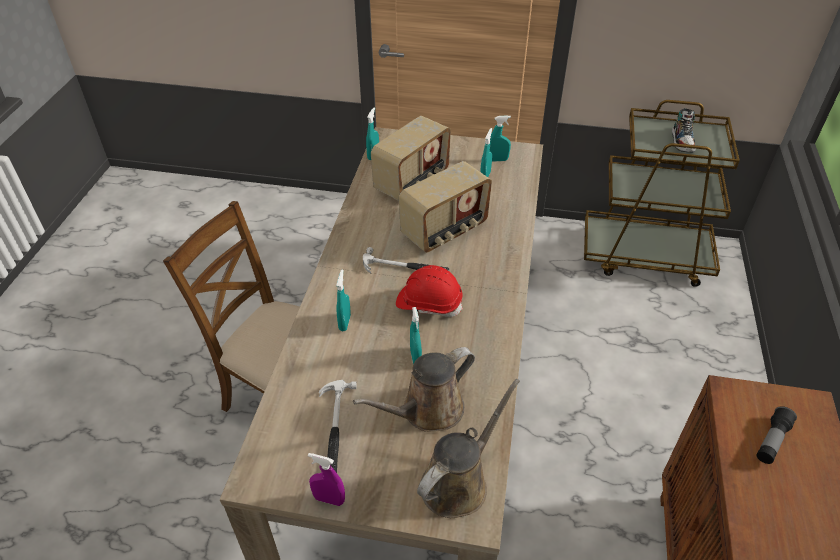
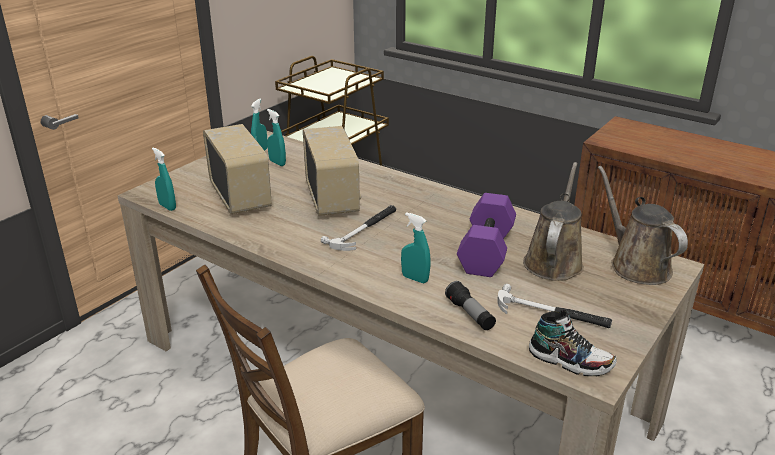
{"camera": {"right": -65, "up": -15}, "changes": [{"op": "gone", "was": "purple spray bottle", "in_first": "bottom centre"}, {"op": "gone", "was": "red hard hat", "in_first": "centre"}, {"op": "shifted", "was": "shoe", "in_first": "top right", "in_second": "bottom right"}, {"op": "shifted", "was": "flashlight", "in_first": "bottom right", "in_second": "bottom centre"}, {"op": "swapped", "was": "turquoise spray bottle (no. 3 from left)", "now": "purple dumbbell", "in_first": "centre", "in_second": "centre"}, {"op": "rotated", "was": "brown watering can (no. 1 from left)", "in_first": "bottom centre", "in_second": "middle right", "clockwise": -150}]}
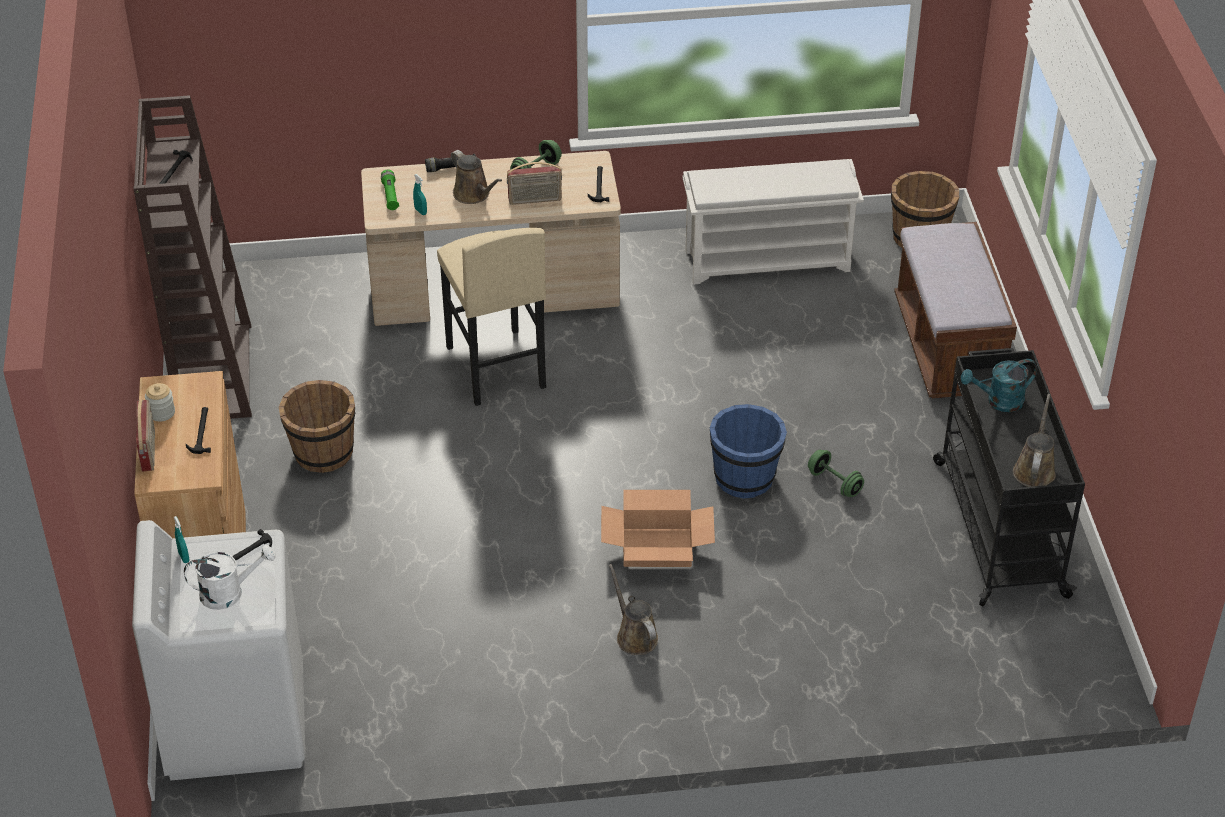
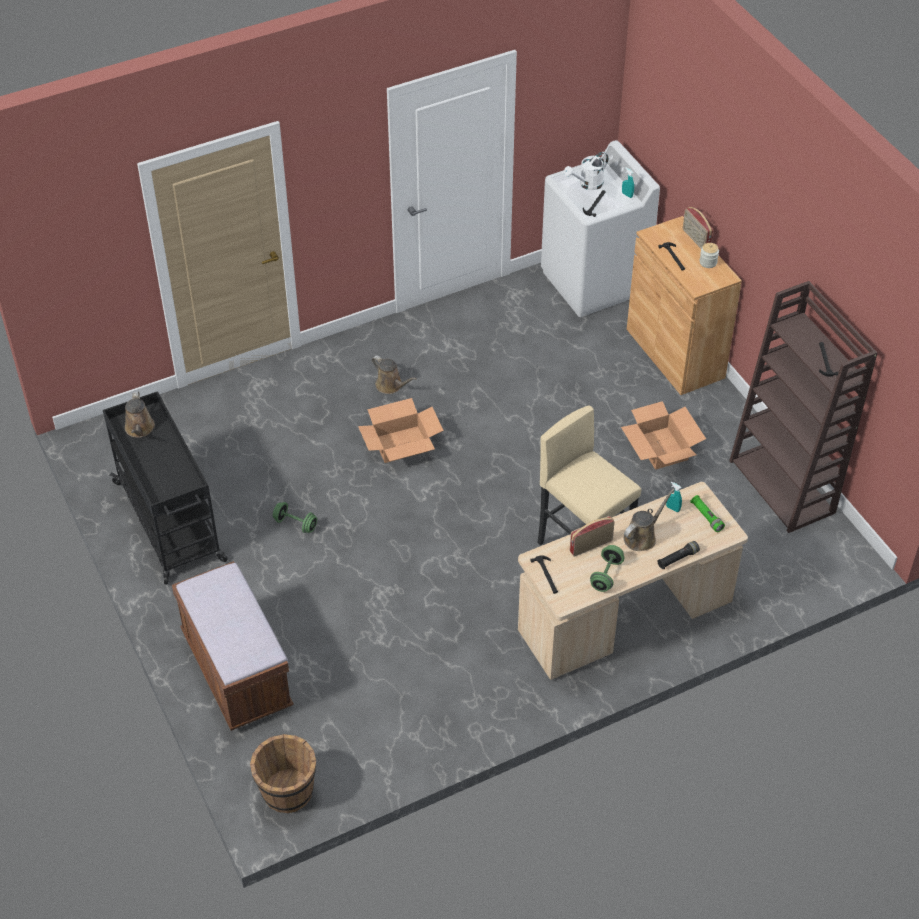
{"camera": {"right": 160, "up": 5}, "changes": [{"op": "gone", "was": "white shoe rack", "in_first": "top centre"}, {"op": "gone", "was": "blue bucket", "in_first": "centre"}, {"op": "gone", "was": "turquoise watering can", "in_first": "middle right"}, {"op": "swapped", "was": "brown bucket (no. 1 from left)", "now": "cardboard box (no. 2 from left)", "in_first": "middle left", "in_second": "middle right"}, {"op": "rotated", "was": "brown watering can (no. 1 from left in the first image)", "in_first": "top centre", "in_second": "middle right", "clockwise": 105}]}
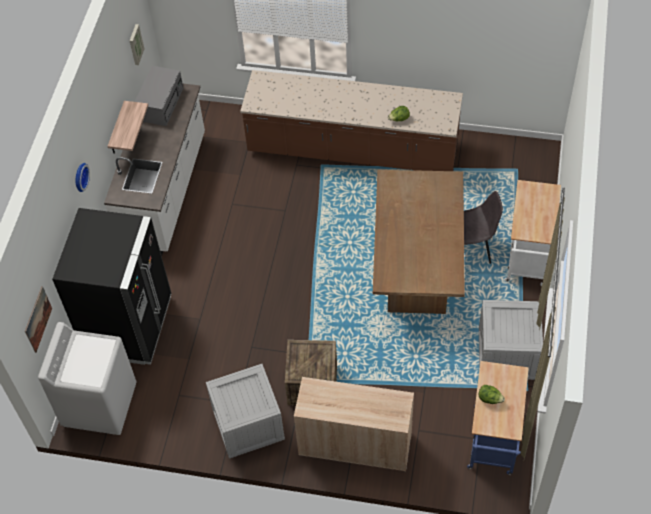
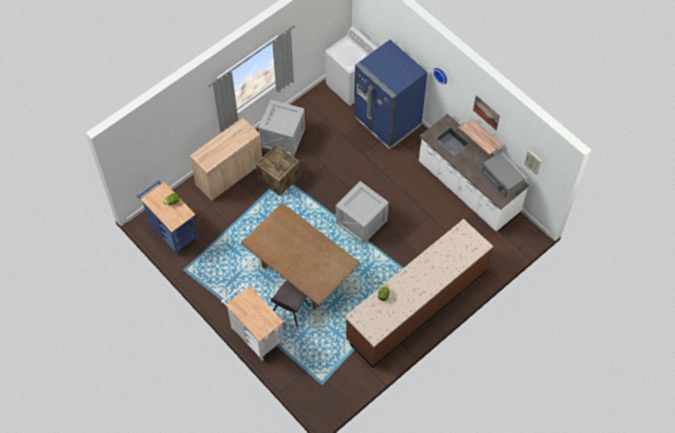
{"camera": {"right": 125, "up": 5}, "changes": [{"op": "shifted", "was": "picture (no. 1 from left)", "in_first": "middle left", "in_second": "top right"}, {"op": "shifted", "was": "crate (no. 3 from left)", "in_first": "middle right", "in_second": "centre"}, {"op": "repainted", "was": "black fridge", "now": "blue fridge", "in_first": "middle left", "in_second": "top centre"}]}
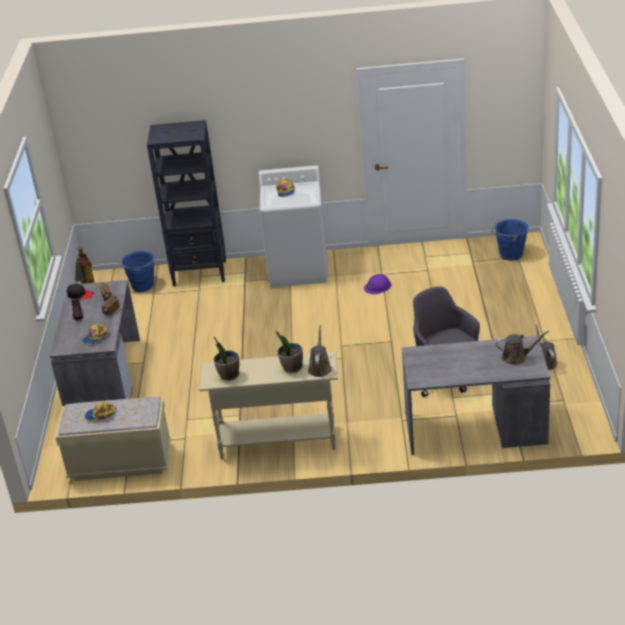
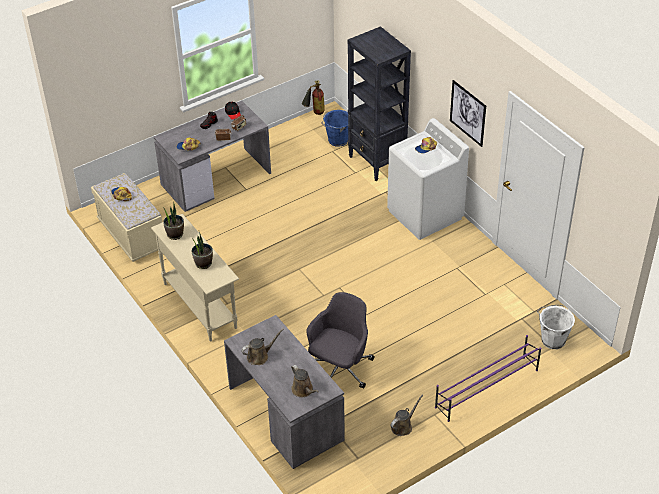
{"camera": {"right": 55, "up": 10}, "changes": [{"op": "gone", "was": "purple hard hat", "in_first": "centre"}, {"op": "new", "now": "purple shoe rack", "in_second": "bottom right"}, {"op": "new", "now": "picture", "in_second": "top right"}, {"op": "shifted", "was": "brown watering can (no. 1 from left)", "in_first": "centre", "in_second": "bottom centre"}, {"op": "repainted", "was": "blue bucket (no. 2 from left)", "now": "white bucket", "in_first": "middle right", "in_second": "middle right"}]}
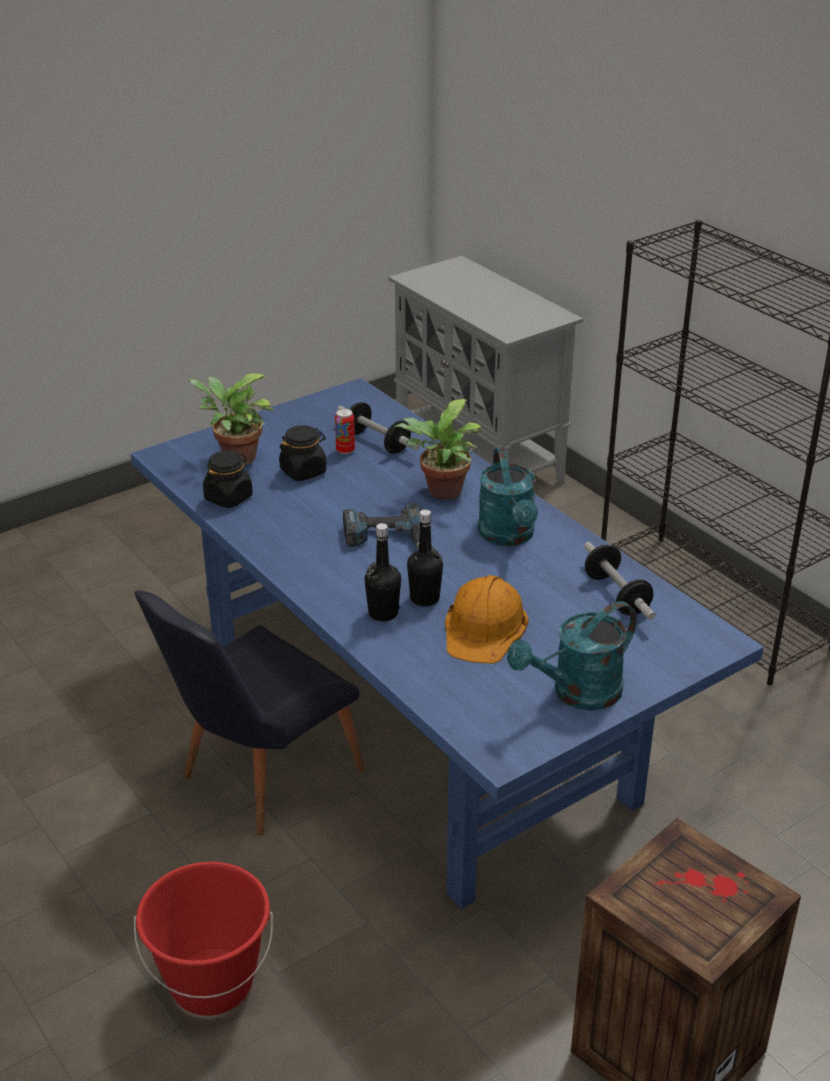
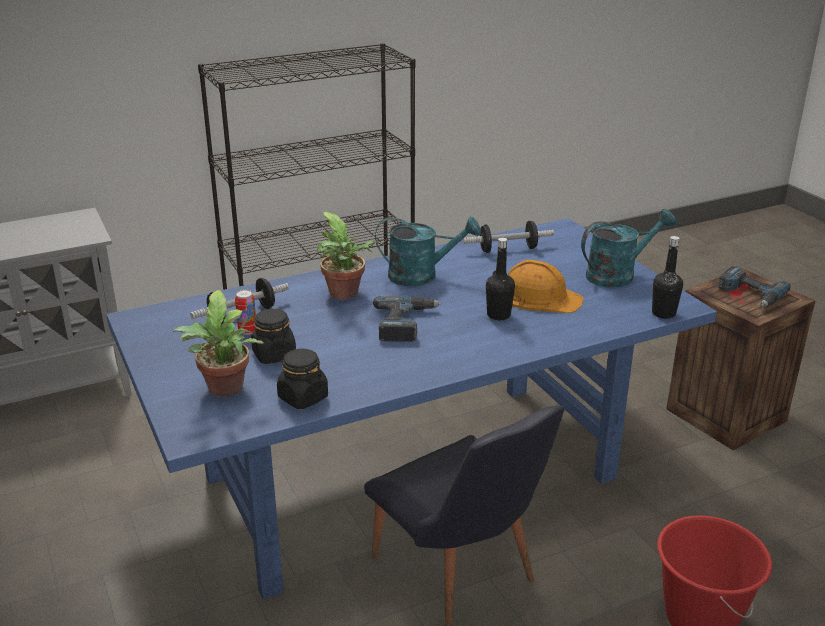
{"camera": {"right": -80, "up": -5}, "changes": [{"op": "new", "now": "power drill (no. 2 from left)", "in_second": "middle right"}, {"op": "shifted", "was": "black bottle (no. 1 from left in the first image)", "now": "black bottle (no. 2 from left)", "in_first": "centre", "in_second": "middle right"}, {"op": "rotated", "was": "turquoise watering can (no. 2 from left)", "in_first": "middle right", "in_second": "middle right", "clockwise": -90}]}
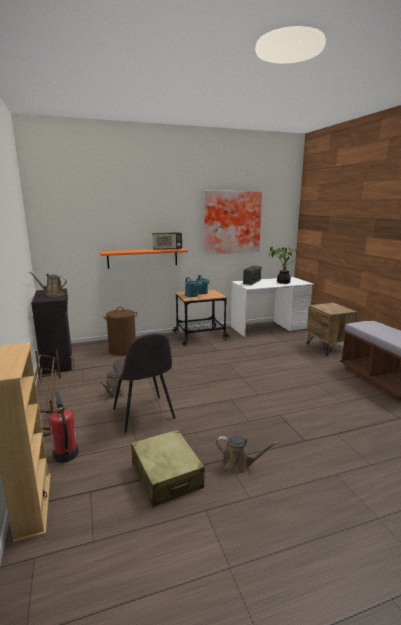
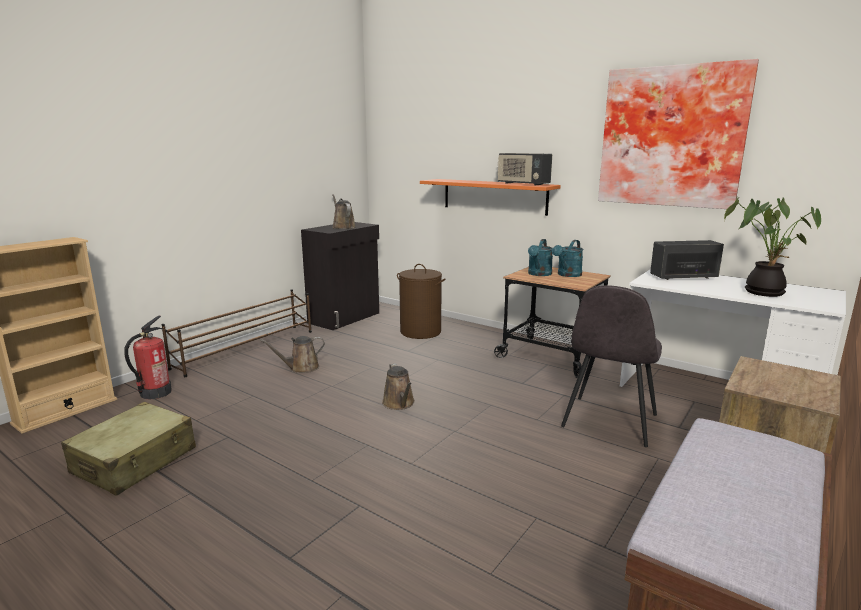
{"camera": {"right": 55, "up": 0}, "changes": [{"op": "shifted", "was": "grey chair", "in_first": "centre", "in_second": "middle right"}, {"op": "shifted", "was": "brown watering can (no. 3 from left)", "in_first": "bottom centre", "in_second": "centre"}]}
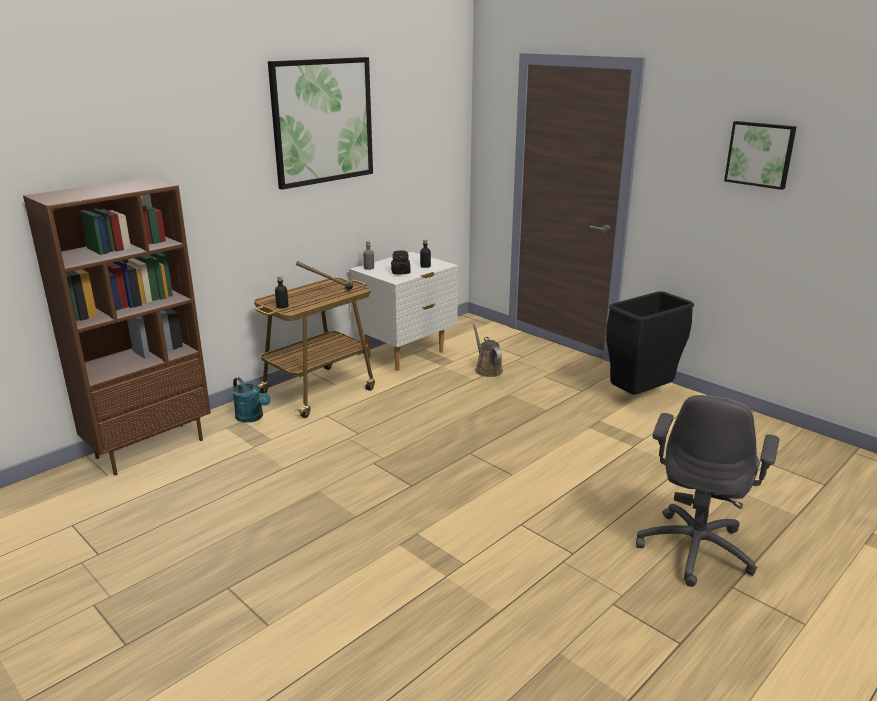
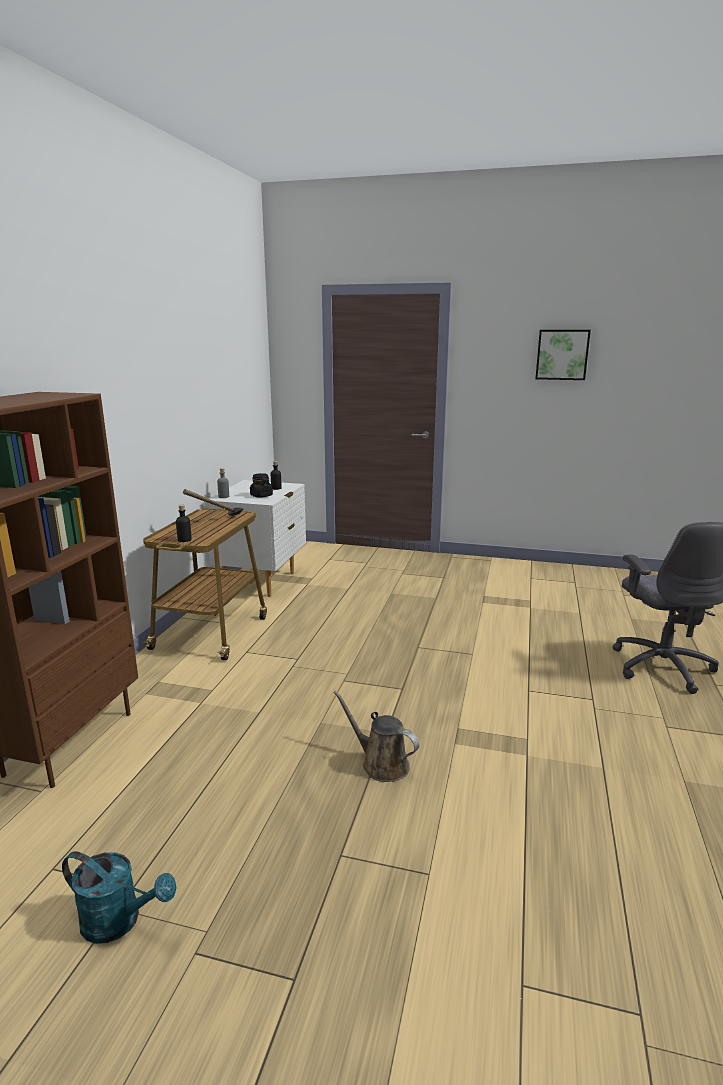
{"camera": {"right": -30, "up": -5}, "changes": [{"op": "gone", "was": "picture (no. 1 from left)", "in_first": "top centre"}, {"op": "gone", "was": "black trash can", "in_first": "middle right"}, {"op": "shifted", "was": "turquoise watering can", "in_first": "middle left", "in_second": "bottom left"}, {"op": "shifted", "was": "brown watering can", "in_first": "centre", "in_second": "bottom centre"}]}
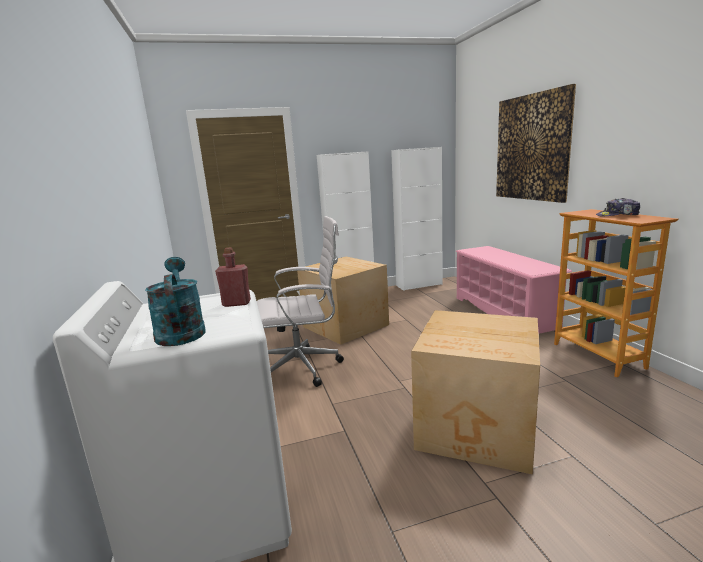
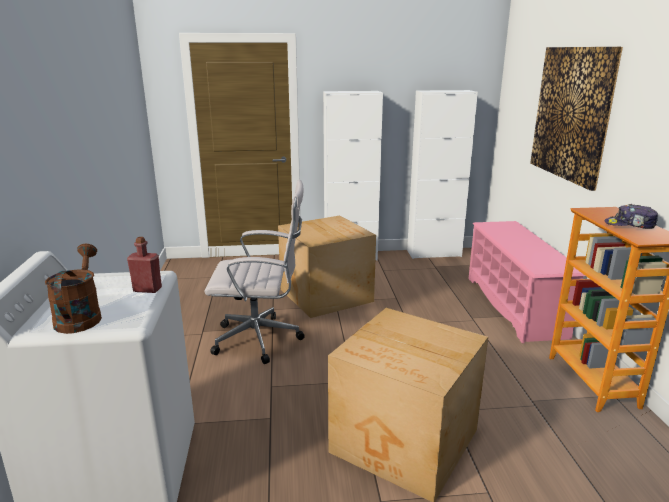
{"camera": {"right": 10, "up": 5}, "changes": [{"op": "repainted", "was": "turquoise watering can", "now": "brown watering can", "in_first": "middle left", "in_second": "middle left"}]}
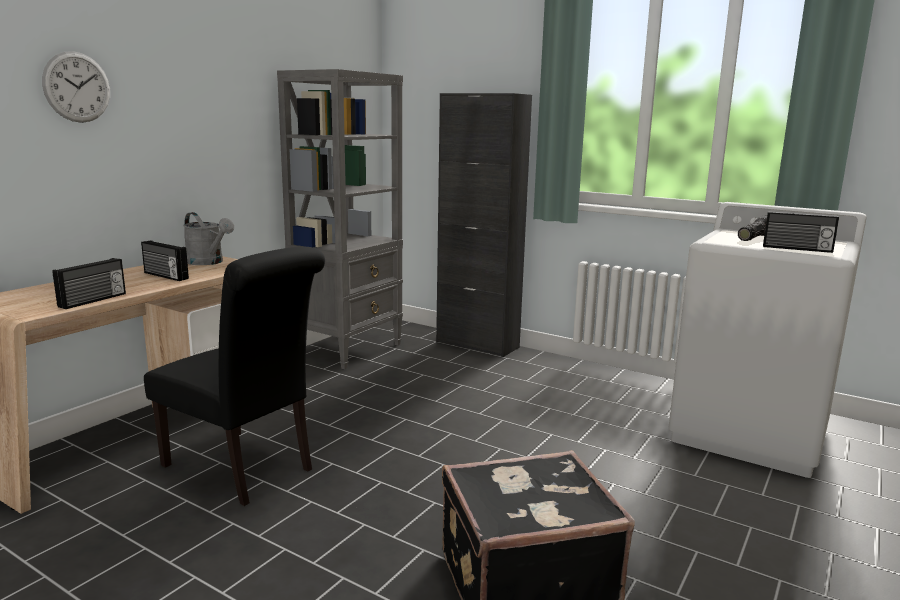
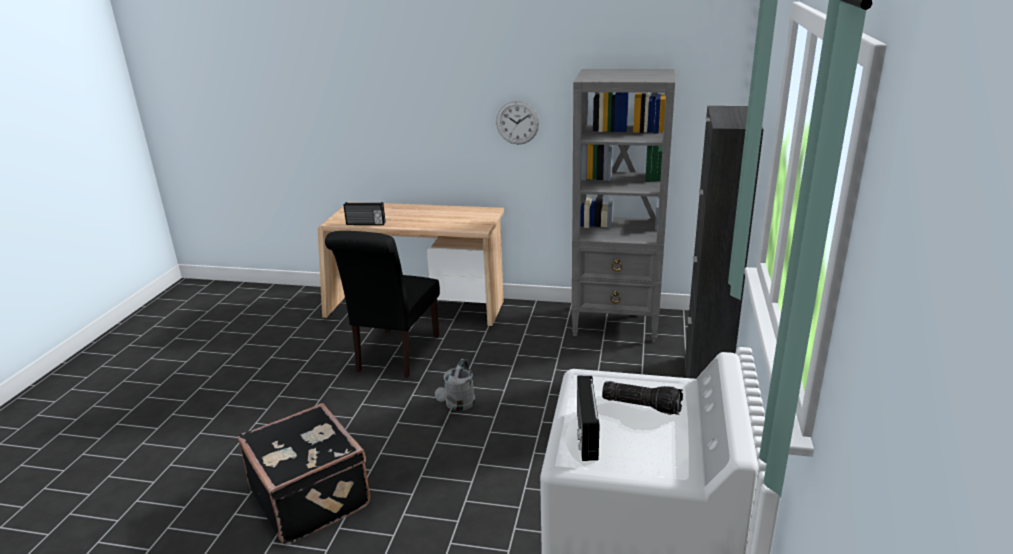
{"camera": {"right": 70, "up": 10}, "changes": [{"op": "gone", "was": "radio (no. 2 from left)", "in_first": "middle left"}, {"op": "shifted", "was": "wall clock", "in_first": "top left", "in_second": "top centre"}, {"op": "shifted", "was": "grey watering can", "in_first": "middle left", "in_second": "bottom centre"}]}
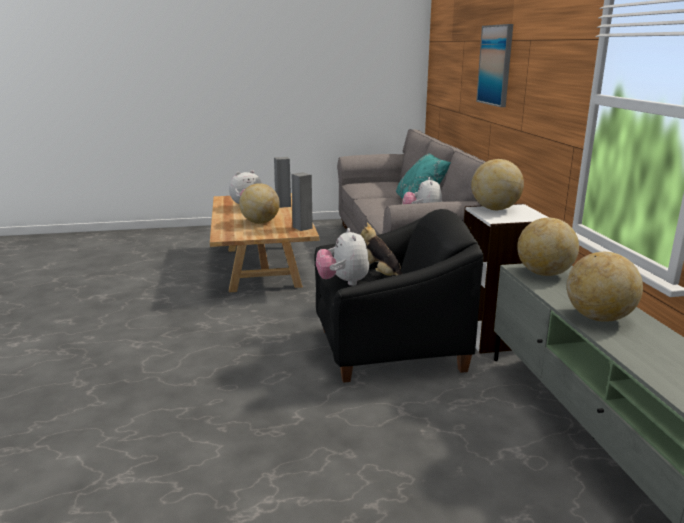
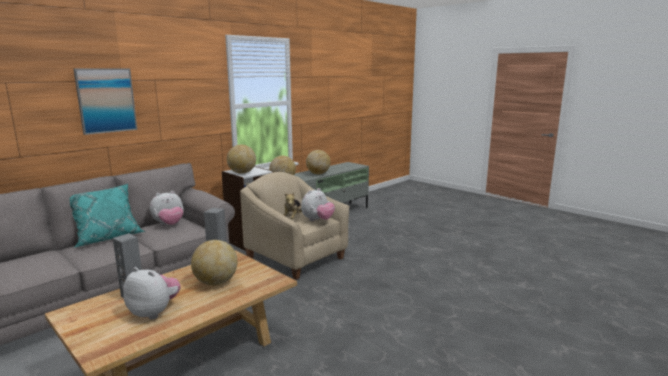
{"camera": {"right": -125, "up": -5}, "changes": [{"op": "repainted", "was": "black armchair", "now": "beige armchair", "in_first": "centre", "in_second": "centre"}]}
